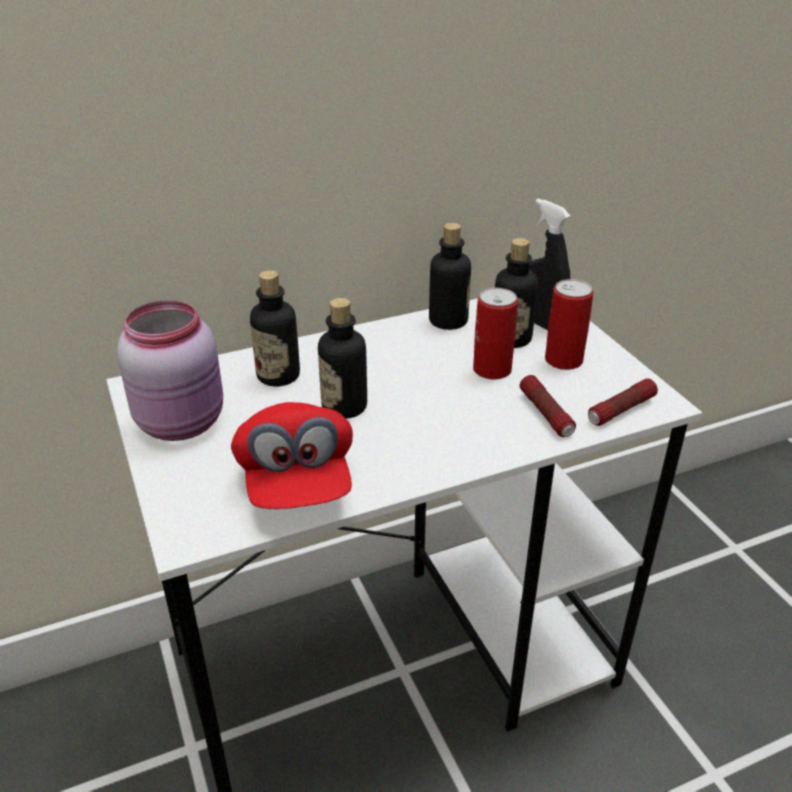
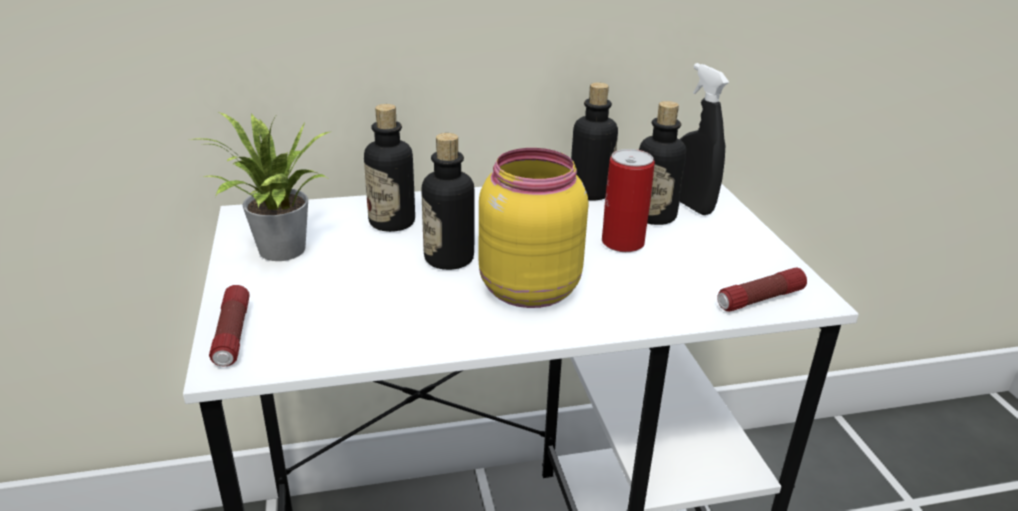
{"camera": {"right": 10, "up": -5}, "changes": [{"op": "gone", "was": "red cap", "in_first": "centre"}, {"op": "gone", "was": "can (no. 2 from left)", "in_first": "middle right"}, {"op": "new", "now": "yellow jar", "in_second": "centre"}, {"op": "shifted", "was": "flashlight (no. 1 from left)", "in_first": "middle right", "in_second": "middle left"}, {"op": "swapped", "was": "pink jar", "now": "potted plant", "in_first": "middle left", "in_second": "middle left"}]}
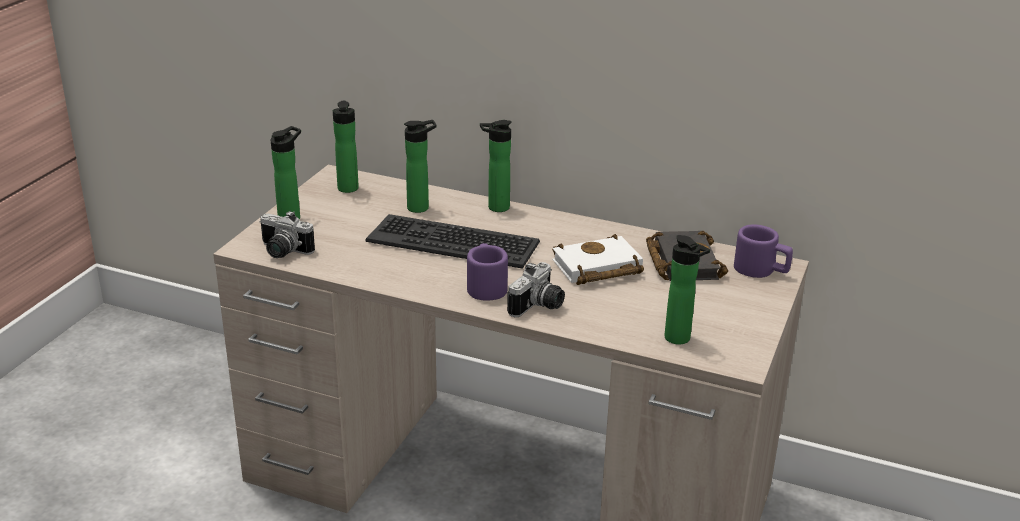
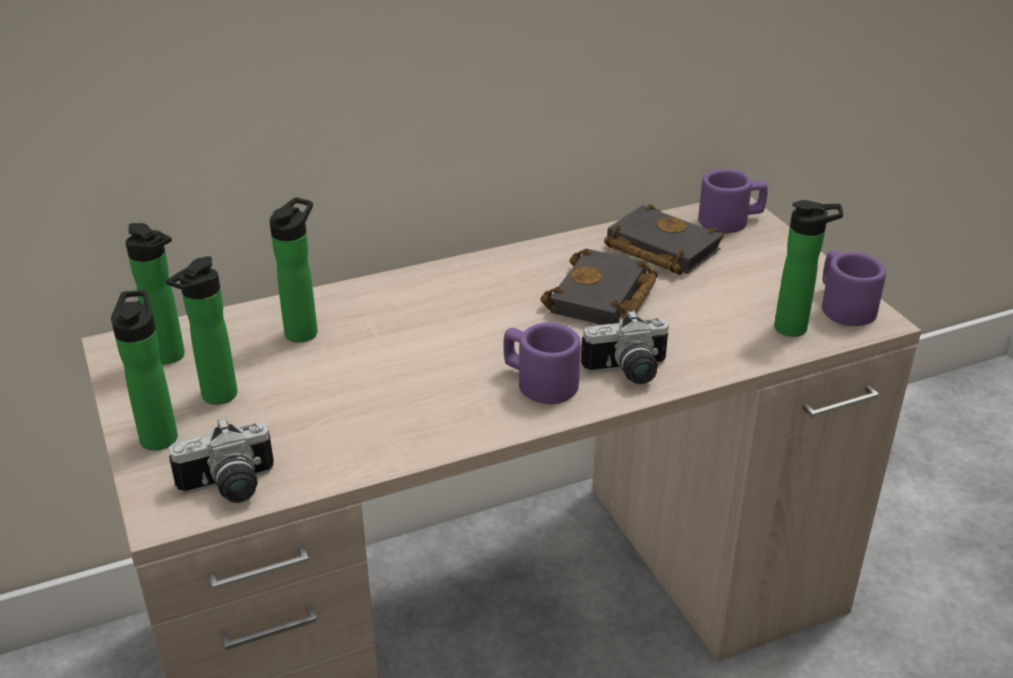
{"camera": {"right": -45, "up": 5}, "changes": [{"op": "gone", "was": "keyboard", "in_first": "centre"}, {"op": "new", "now": "purple mug (no. 3 from left)", "in_second": "middle right"}, {"op": "shifted", "was": "bottle (no. 4 from left in the first image)", "now": "bottle (no. 3 from left)", "in_first": "top centre", "in_second": "middle left"}, {"op": "repainted", "was": "white book", "now": "black book (no. 1 from left)", "in_first": "centre", "in_second": "centre"}, {"op": "rotated", "was": "photo camera (no. 2 from left)", "in_first": "centre", "in_second": "centre", "clockwise": 90}]}
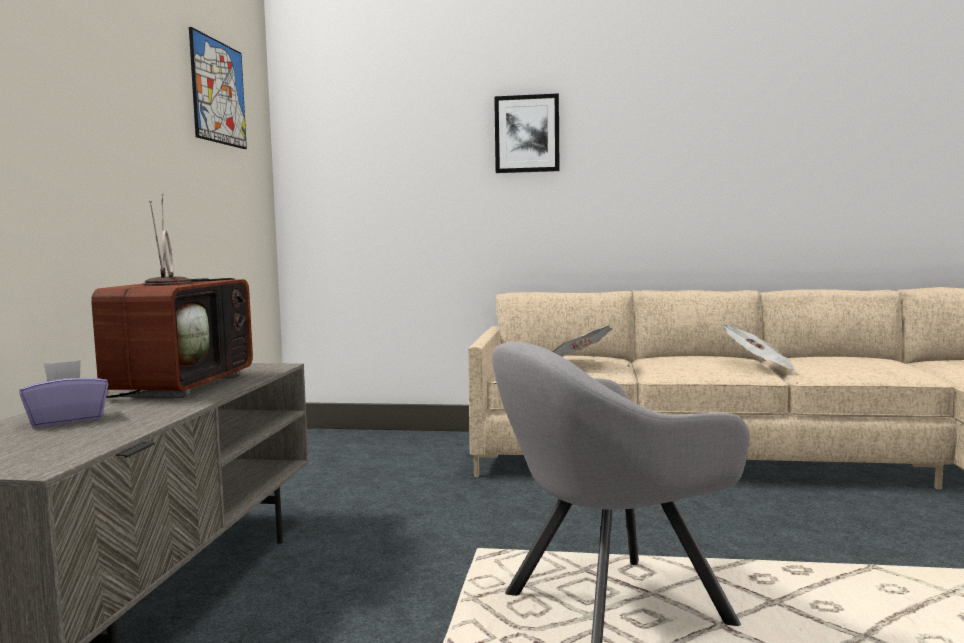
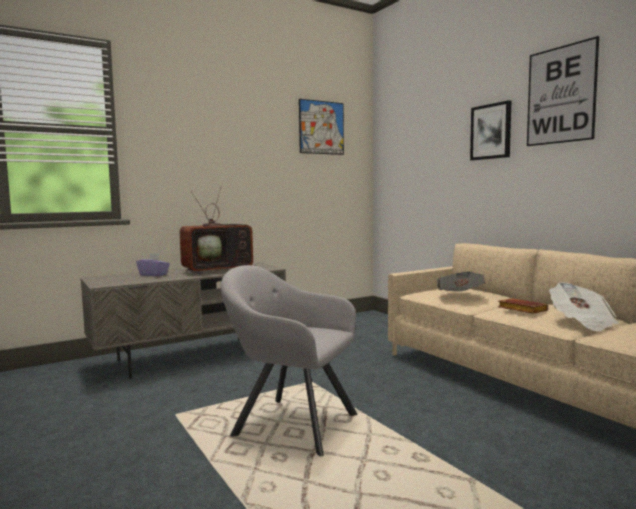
{"camera": {"right": 50, "up": 0}, "changes": [{"op": "new", "now": "brown book", "in_second": "middle right"}, {"op": "new", "now": "picture (no. 3 from left)", "in_second": "top right"}]}
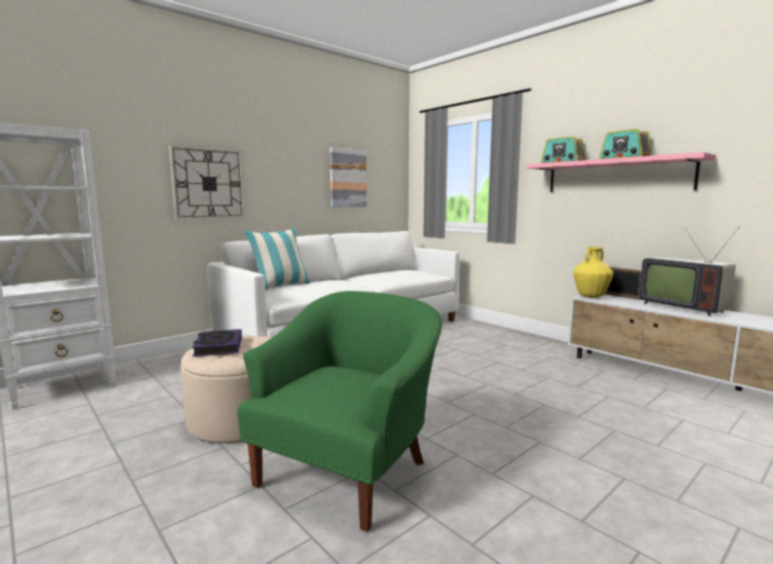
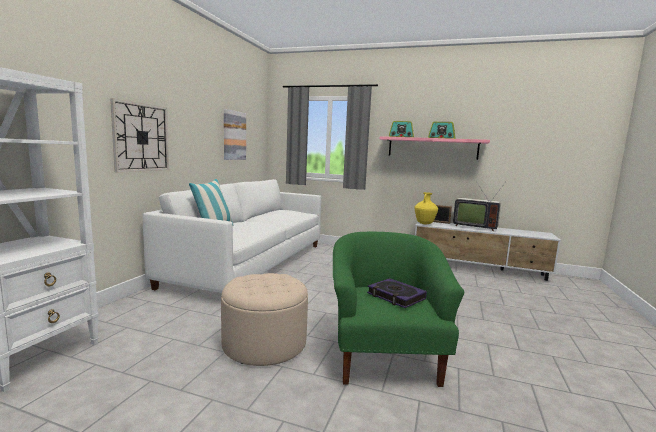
{"camera": {"right": -30, "up": 0}, "changes": [{"op": "shifted", "was": "book", "in_first": "middle left", "in_second": "bottom centre"}]}
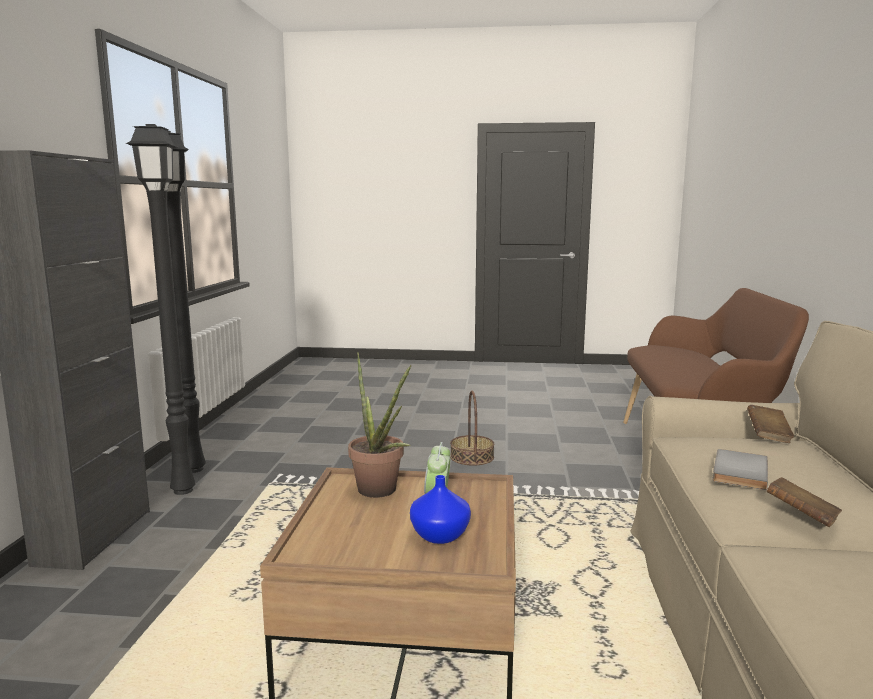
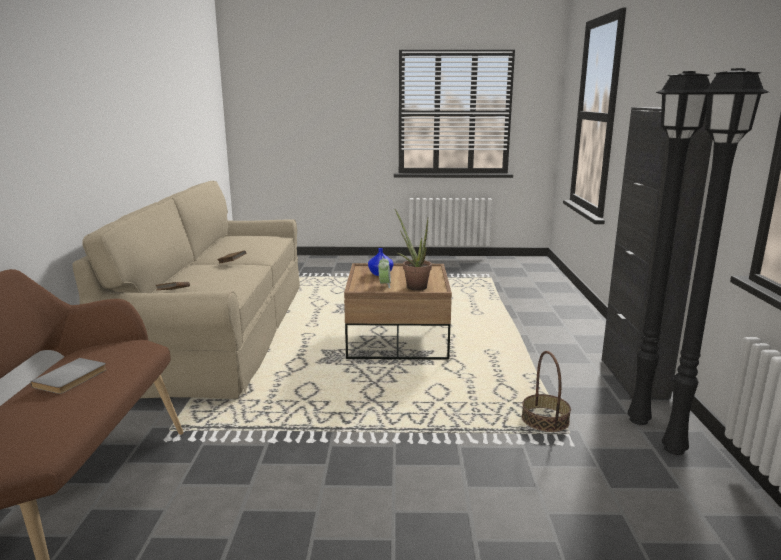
{"camera": {"right": 175, "up": 5}, "changes": [{"op": "shifted", "was": "basket", "in_first": "centre", "in_second": "bottom right"}, {"op": "shifted", "was": "grey book", "in_first": "bottom right", "in_second": "bottom left"}]}
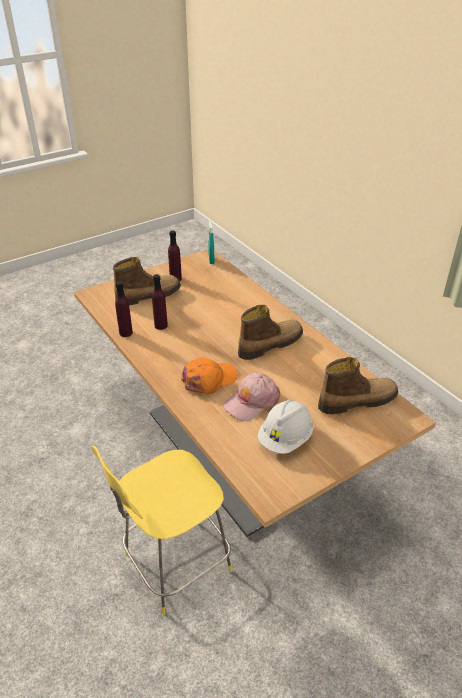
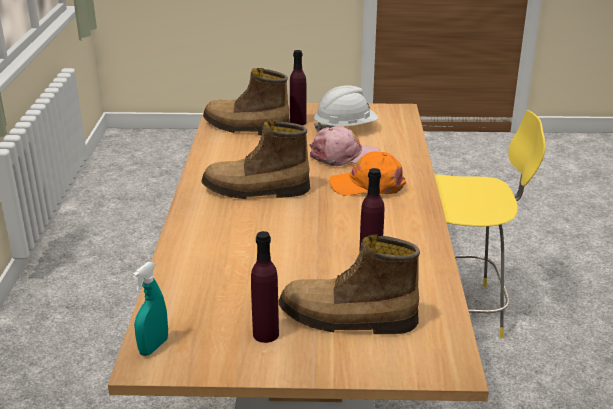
{"camera": {"right": -145, "up": -10}, "changes": [{"op": "shifted", "was": "purple bottle (no. 1 from left in the first image)", "now": "purple bottle (no. 2 from left)", "in_first": "middle left", "in_second": "top centre"}]}
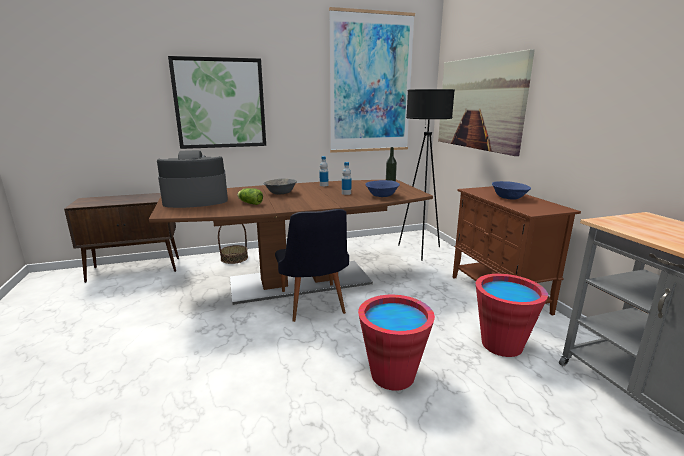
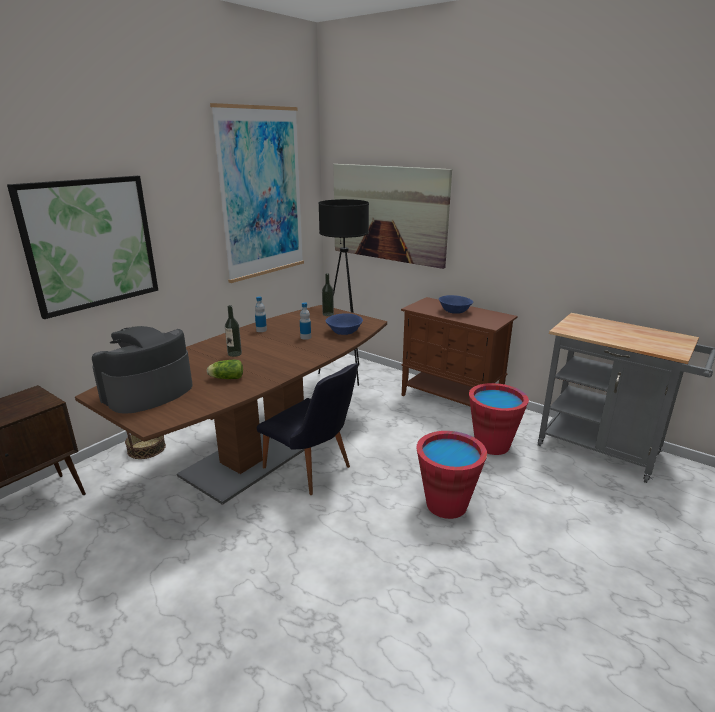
{"camera": {"right": -35, "up": 5}, "changes": [{"op": "swapped", "was": "grey bowl", "now": "bottle (no. 1 from left)", "in_first": "centre", "in_second": "middle left"}]}
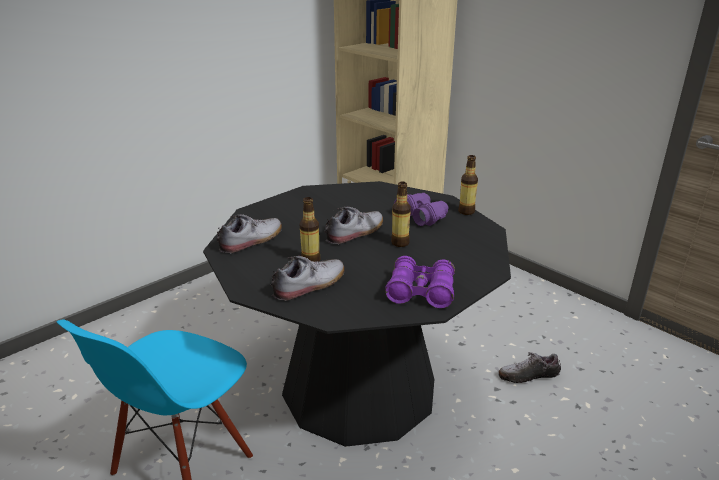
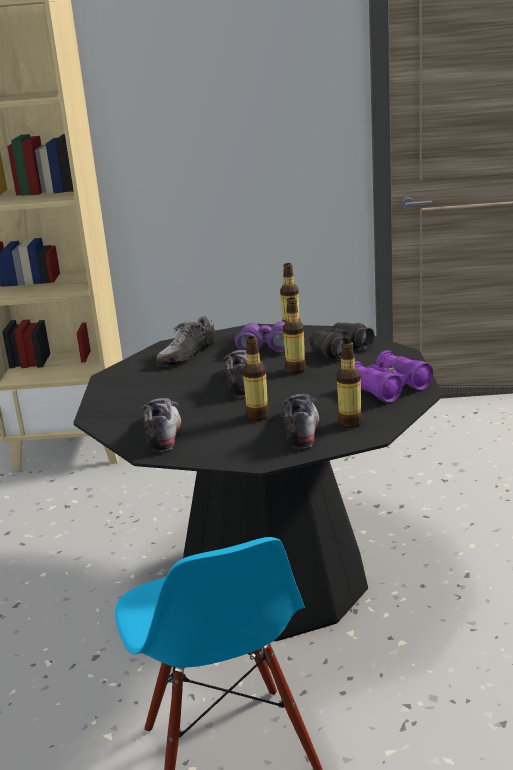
{"camera": {"right": -45, "up": -5}, "changes": [{"op": "new", "now": "black binoculars", "in_second": "centre"}, {"op": "new", "now": "bottle (no. 4 from left)", "in_second": "middle right"}, {"op": "shifted", "was": "shoe (no. 4 from left in the first image)", "now": "shoe (no. 2 from left)", "in_first": "bottom right", "in_second": "centre"}]}
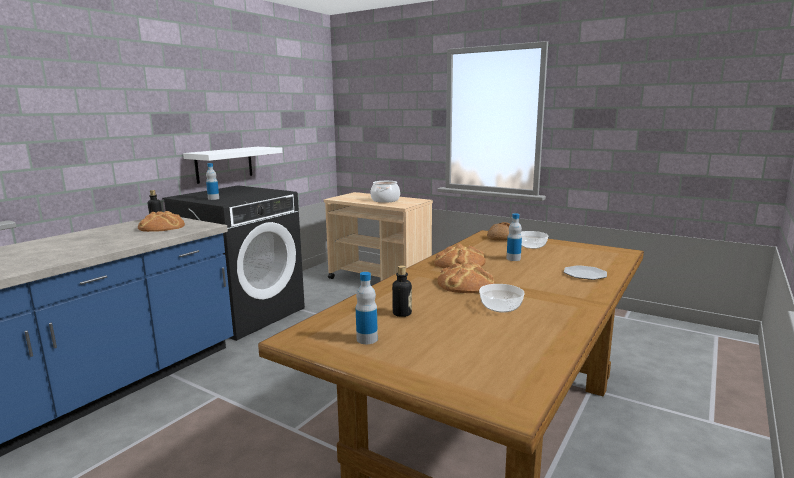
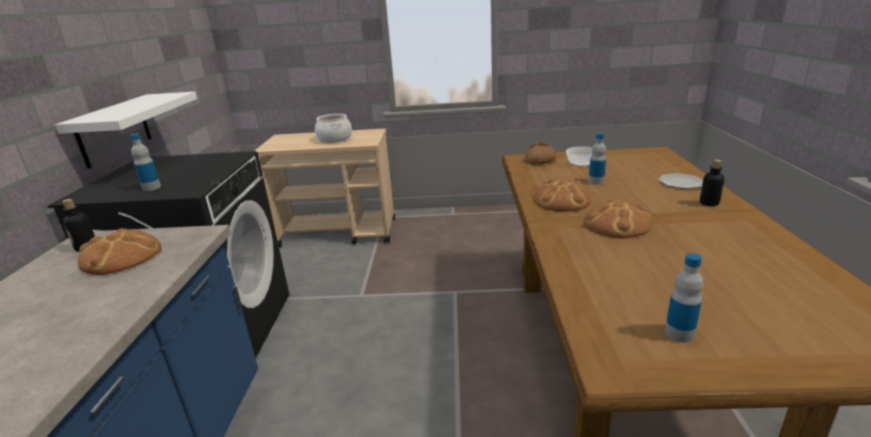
{"camera": {"right": -30, "up": 10}, "changes": [{"op": "gone", "was": "bowl (no. 1 from left)", "in_first": "centre"}, {"op": "shifted", "was": "bottle (no. 4 from left in the first image)", "now": "bottle (no. 5 from left)", "in_first": "centre", "in_second": "middle right"}]}
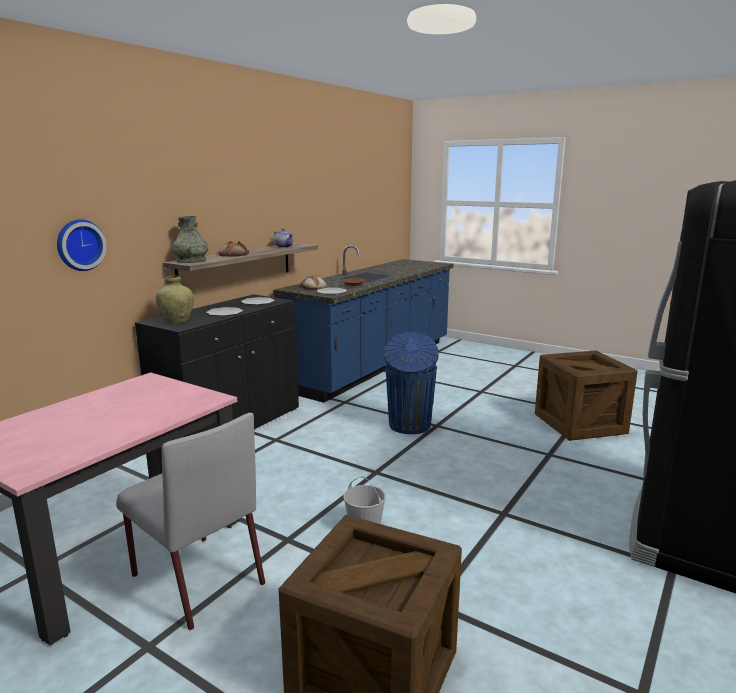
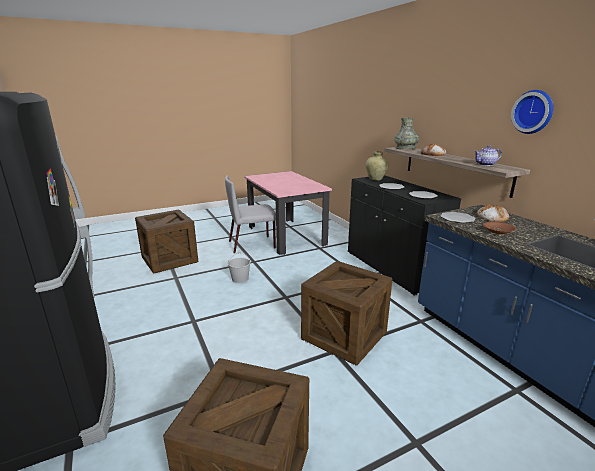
{"camera": {"right": 120, "up": 5}, "changes": [{"op": "shifted", "was": "wall clock", "in_first": "middle left", "in_second": "top right"}, {"op": "swapped", "was": "blue trash can", "now": "crate (no. 3 from left)", "in_first": "centre", "in_second": "centre"}]}
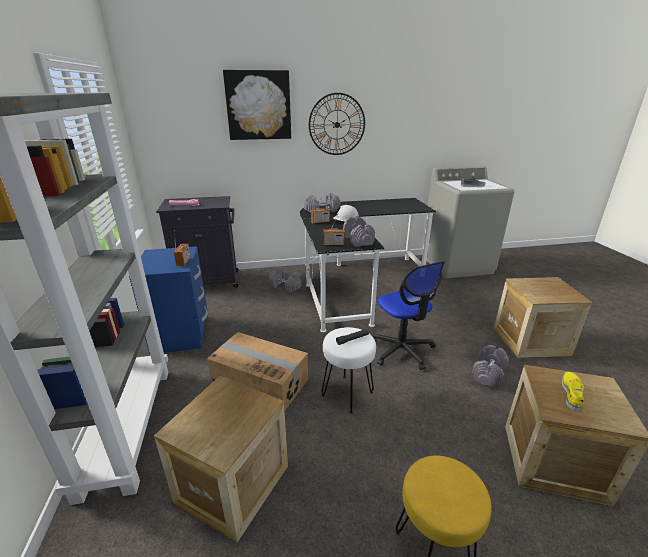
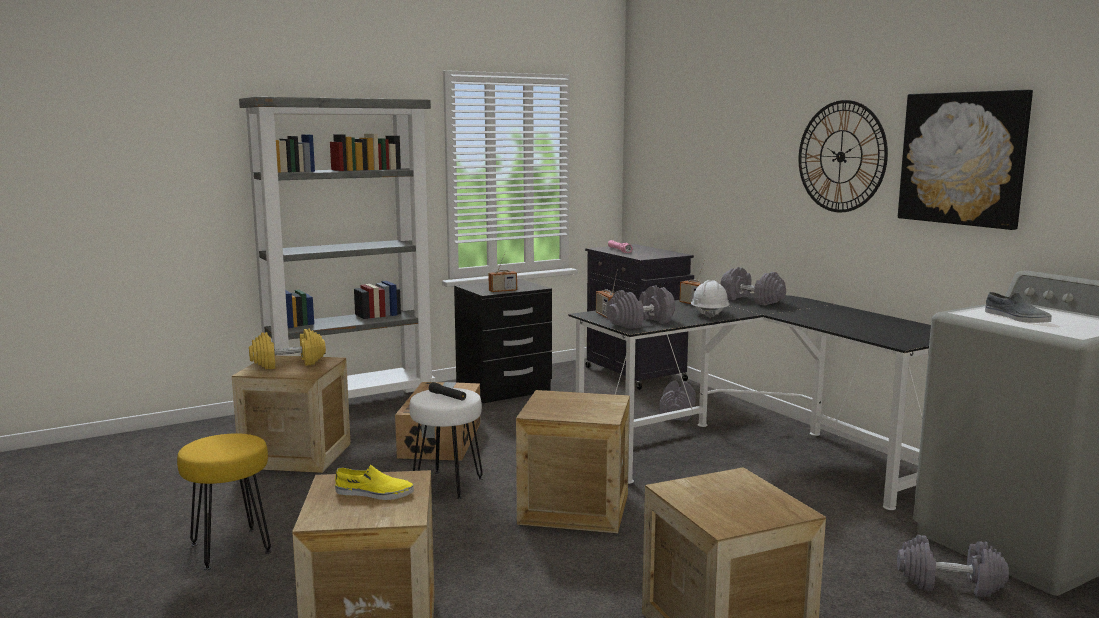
{"camera": {"right": 70, "up": -15}, "changes": [{"op": "new", "now": "yellow dumbbell", "in_second": "middle left"}, {"op": "shifted", "was": "picture", "in_first": "top centre", "in_second": "top right"}, {"op": "shifted", "was": "grey dumbbell (no. 4 from left)", "in_first": "middle right", "in_second": "bottom right"}, {"op": "swapped", "was": "office chair", "now": "crate (no. 3 from left)", "in_first": "centre", "in_second": "bottom centre"}, {"op": "repainted", "was": "blue nightstand", "now": "black nightstand", "in_first": "middle left", "in_second": "centre"}]}
